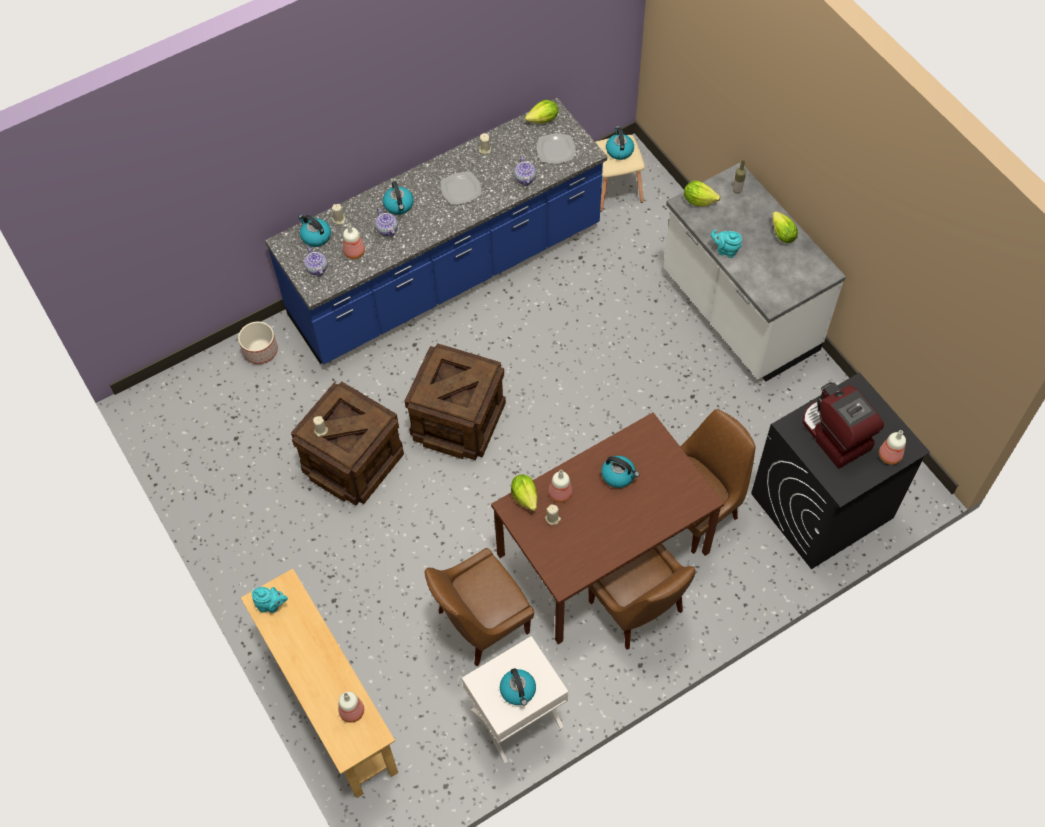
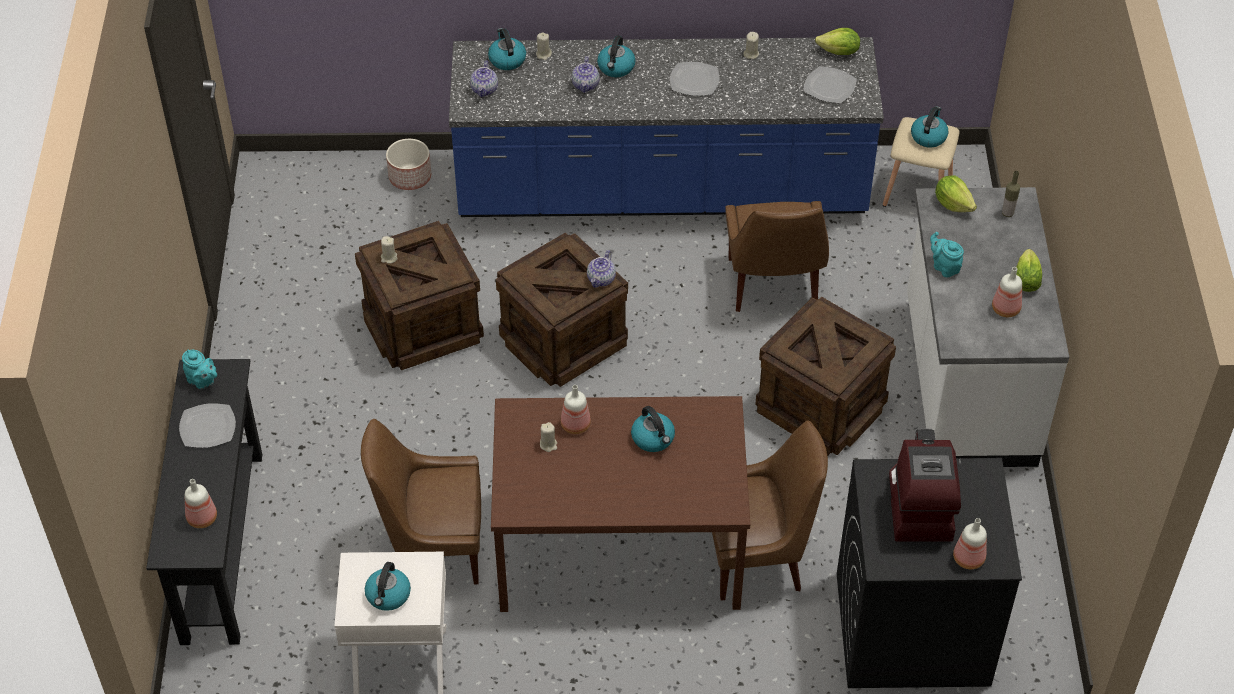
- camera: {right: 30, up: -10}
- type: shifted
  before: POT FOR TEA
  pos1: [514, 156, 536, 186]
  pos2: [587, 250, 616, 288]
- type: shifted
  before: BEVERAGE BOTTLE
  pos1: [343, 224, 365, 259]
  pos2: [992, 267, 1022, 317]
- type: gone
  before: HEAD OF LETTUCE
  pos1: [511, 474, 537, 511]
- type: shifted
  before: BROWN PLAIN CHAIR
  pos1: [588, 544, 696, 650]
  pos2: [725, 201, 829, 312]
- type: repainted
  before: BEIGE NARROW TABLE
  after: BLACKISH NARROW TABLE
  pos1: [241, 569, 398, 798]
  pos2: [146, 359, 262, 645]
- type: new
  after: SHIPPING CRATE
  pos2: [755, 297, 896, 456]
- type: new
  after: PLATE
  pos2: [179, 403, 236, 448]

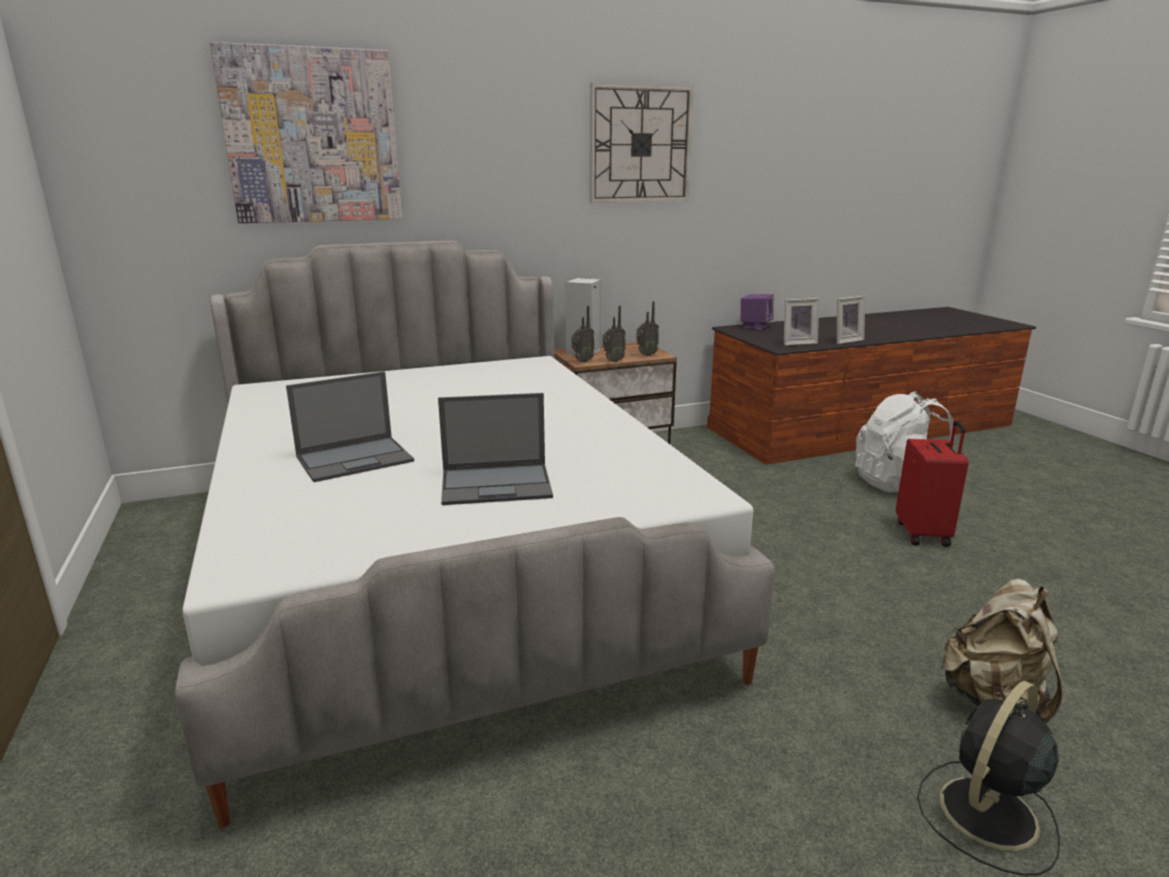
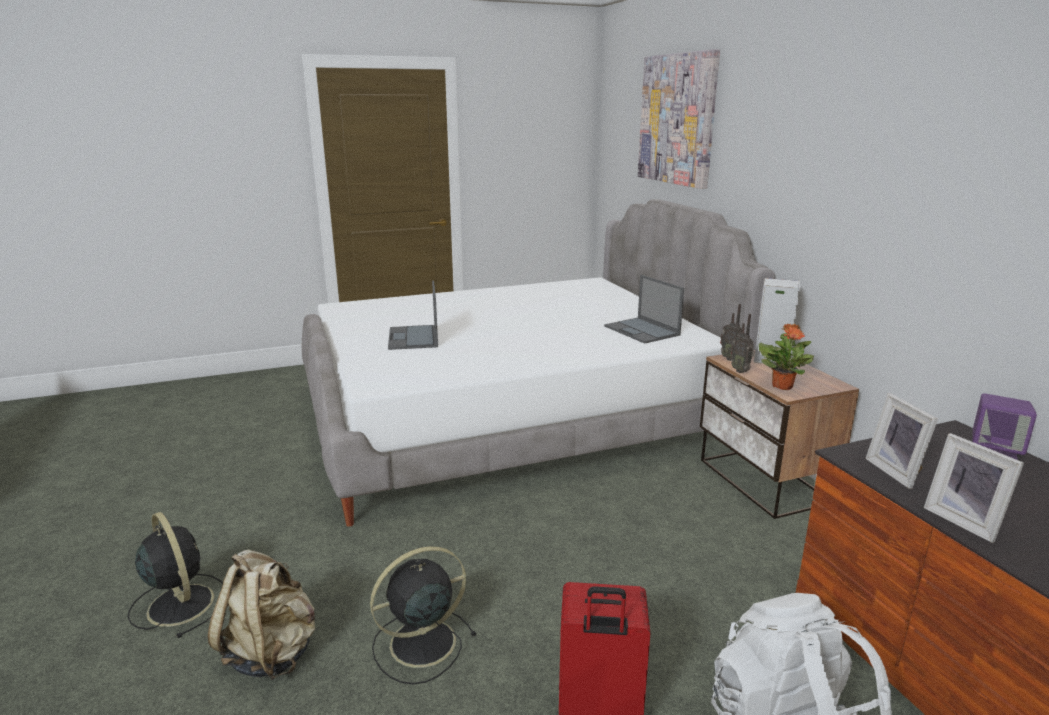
- camera: {right: 90, up: 0}
- type: gone
  before: WALL CLOCK
  pos1: [590, 83, 694, 203]
- type: swapped
  before: RADIO RECEIVER
  after: PLANT IN A POT
  pos1: [636, 301, 659, 356]
  pos2: [759, 324, 814, 390]
- type: shifted
  before: PORTABLE COMPUTER
  pos1: [286, 371, 414, 482]
  pos2: [604, 275, 684, 344]
- type: new
  after: BLACKISH FAN
  pos2: [370, 546, 477, 685]

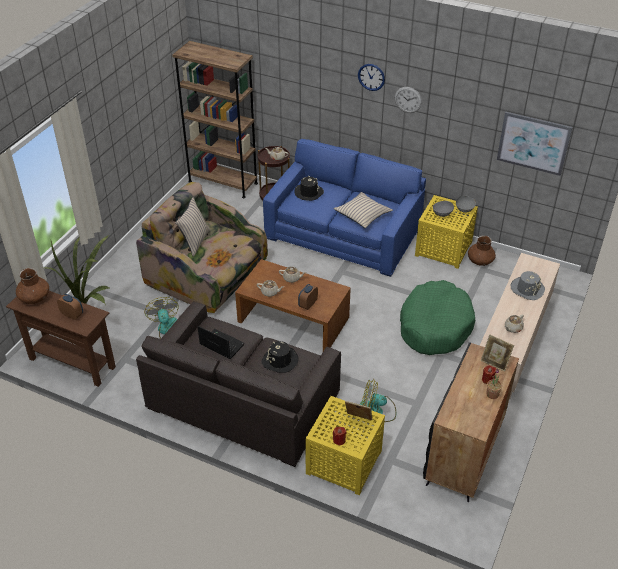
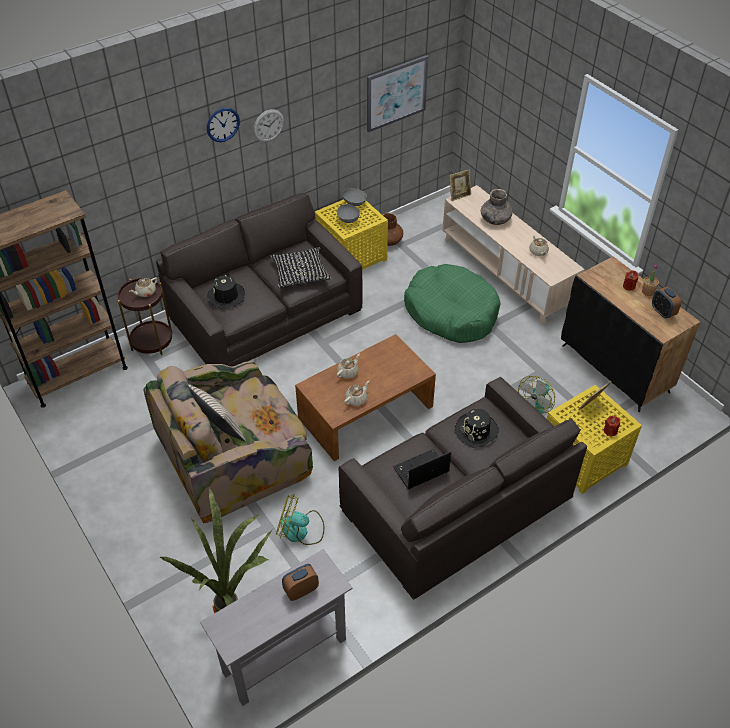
- camera: {right: -60, up: 5}
- type: repainted
  before: BLUE SETTEE
  after: GREYISH SETTEE
  pos1: [263, 139, 426, 277]
  pos2: [156, 193, 363, 367]
- type: repainted
  before: BEIGE THROW PILLOW
  after: BLACKISH THROW PILLOW
  pos1: [334, 192, 393, 228]
  pos2: [270, 247, 331, 288]
- type: gone
  before: BROWN VASE
  pos1: [16, 268, 49, 304]
- type: swapped
  before: GREYISH CLOTHING HAT
  after: GREYISH VASE
  pos1: [511, 271, 545, 300]
  pos2: [481, 189, 513, 225]
- type: shifted
  before: BEDSIDE CLOCK
  pos1: [298, 284, 318, 310]
  pos2: [652, 287, 681, 319]
- type: repainted
  before: BROWN NARROW TABLE
  after: GREYISH NARROW TABLE
  pos1: [6, 291, 116, 387]
  pos2: [200, 549, 352, 706]
- type: shifted
  before: PICTURE FRAME
  pos1: [481, 334, 514, 372]
  pos2: [449, 170, 471, 201]

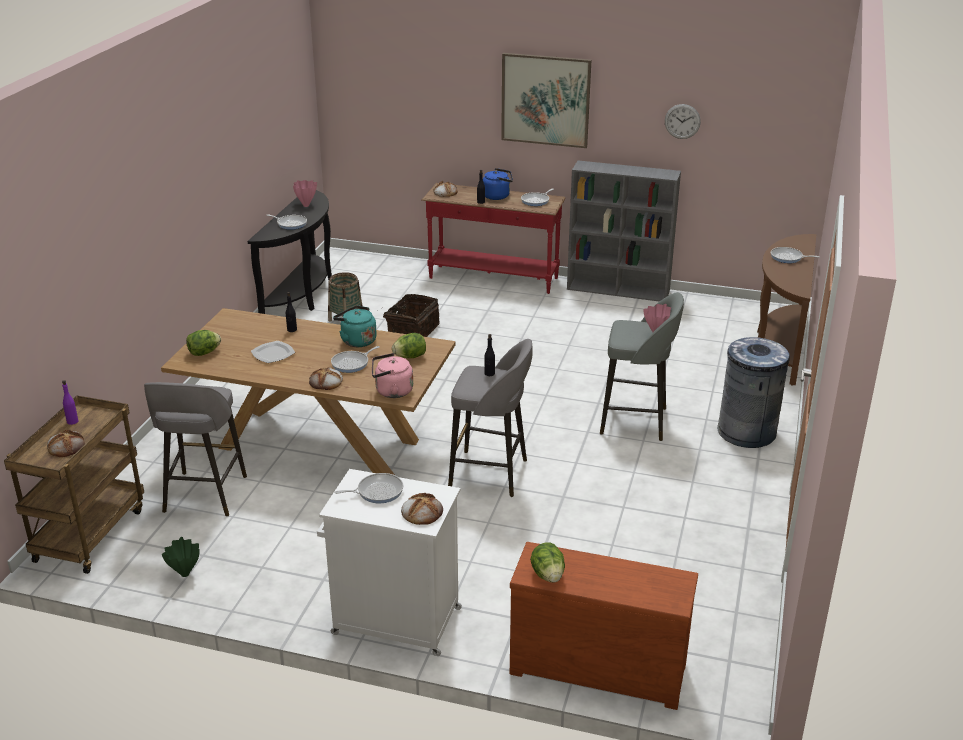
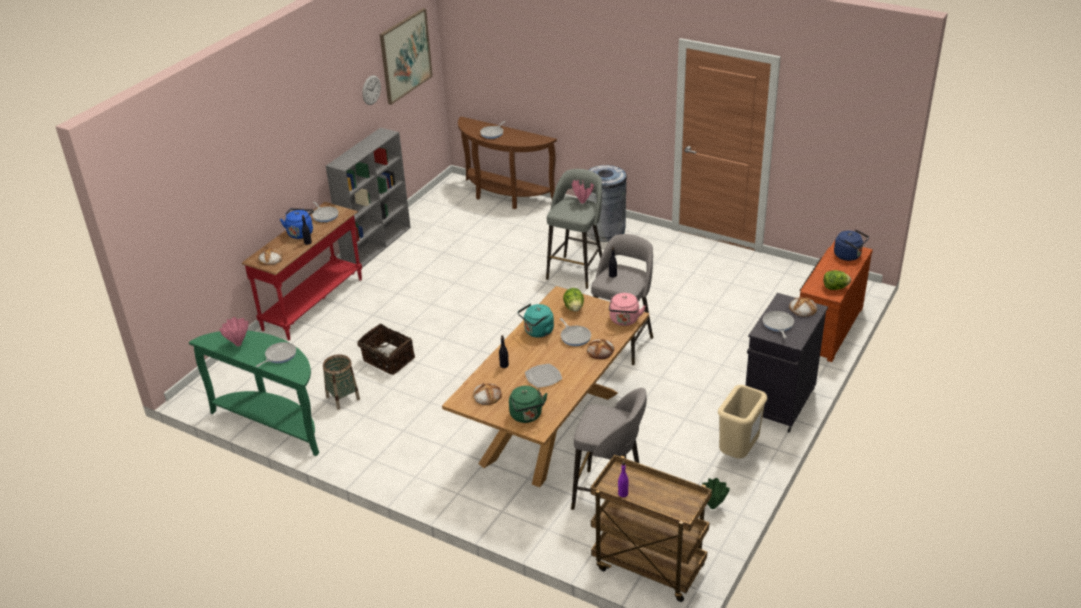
- camera: {right: -75, up: 5}
- type: shifted
  before: WALL ART
  pos1: [501, 53, 591, 148]
  pos2: [380, 8, 433, 105]
- type: repainted
  before: BLACKISH NARROW TABLE
  after: GREENISH NARROW TABLE
  pos1: [248, 190, 332, 314]
  pos2: [189, 331, 319, 456]
- type: swapped
  before: HEAD OF LETTUCE
  after: GREENISH KETTLE
  pos1: [186, 330, 221, 356]
  pos2: [509, 386, 547, 423]
- type: shifted
  before: BREAD
  pos1: [47, 430, 85, 457]
  pos2: [473, 383, 502, 405]
- type: repainted
  before: WHITE-COLOURED STORAGE CABINET
  after: BLACKISH STORAGE CABINET
  pos1: [317, 469, 462, 656]
  pos2: [745, 293, 828, 433]
- type: new
  after: BLUE KETTLE
  pos2: [834, 230, 869, 261]
- type: new
  after: BEIGE WASTE BIN
  pos2: [718, 385, 768, 459]

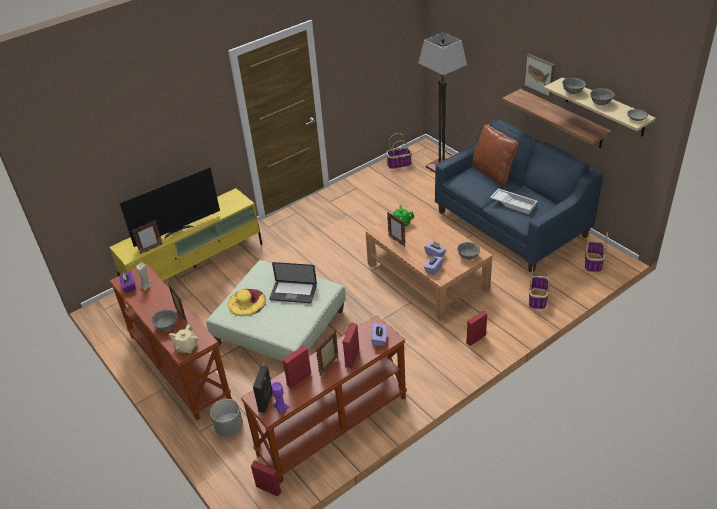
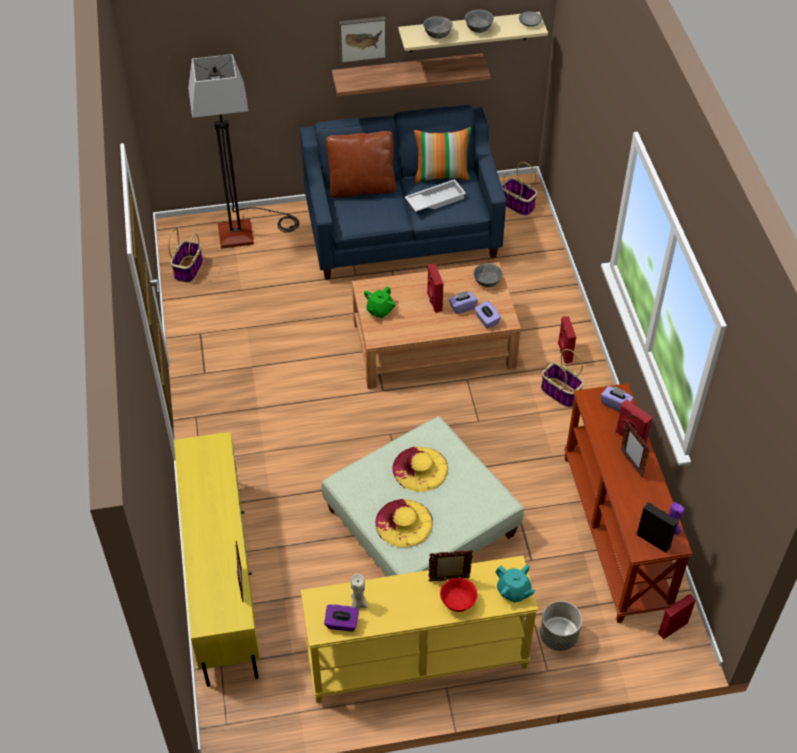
- camera: {right: -65, up: 10}
- type: gone
  before: TV
  pos1: [119, 166, 220, 247]
- type: gone
  before: PICTURE FRAME
  pos1: [387, 212, 405, 247]
- type: swapped
  before: PORTABLE COMPUTER
  after: YELLOW-COLOURED CLOTHING HAT
  pos1: [269, 262, 317, 303]
  pos2: [392, 446, 448, 492]
- type: repainted
  before: BROWN NARROW TABLE
  after: YELLOW-COLOURED NARROW TABLE
  pos1: [110, 263, 232, 420]
  pos2: [301, 556, 539, 703]
- type: shifted
  before: HOUSEHOLD BASKET
  pos1: [529, 266, 552, 309]
  pos2: [541, 349, 584, 408]
- type: repainted
  before: GREYISH BOWL
  after: REDDISH BOWL
  pos1: [151, 310, 177, 331]
  pos2: [440, 578, 478, 612]
- type: repainted
  before: BEIGE POT FOR TEA
  after: TURQUOISE-COLOURED POT FOR TEA
  pos1: [169, 325, 199, 353]
  pos2: [495, 565, 536, 603]
- type: shifted
  before: REDDISH SPEAKER
  pos1: [282, 345, 311, 388]
  pos2: [427, 264, 444, 313]
- type: new
  after: THROW PILLOW
  pos2: [414, 127, 471, 183]

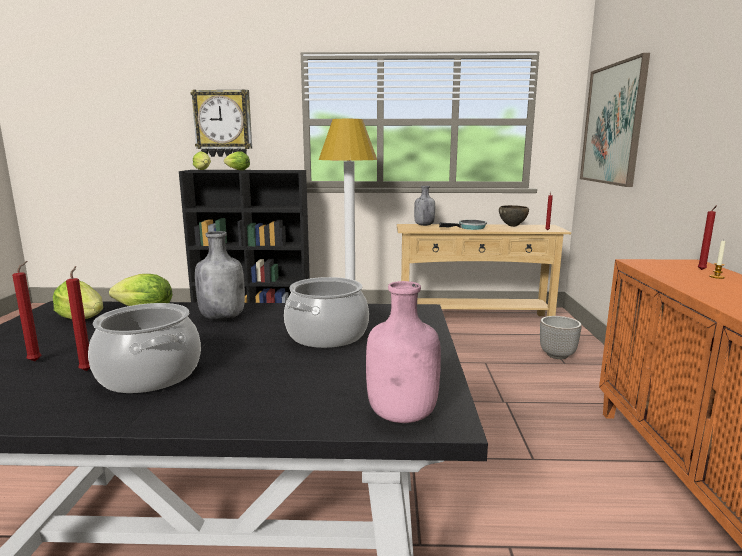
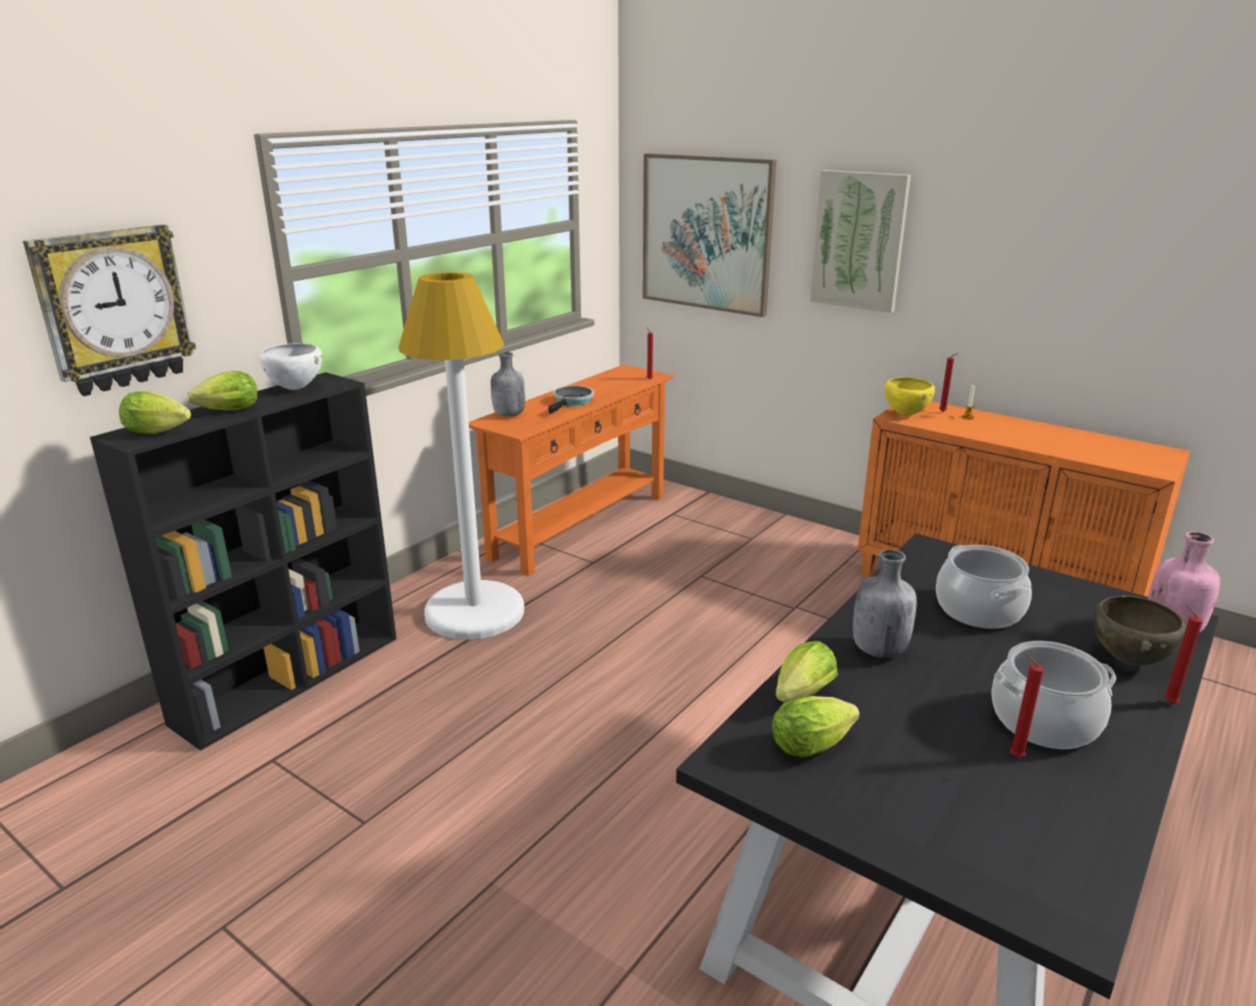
- camera: {right: -55, up: 10}
- type: shifted
  before: BROWN BOWL
  pos1: [499, 205, 529, 227]
  pos2: [1094, 596, 1186, 665]
- type: repainted
  before: BEIGE NARROW TABLE
  after: ORANGE NARROW TABLE
  pos1: [397, 224, 571, 316]
  pos2: [469, 365, 674, 576]
- type: shifted
  before: REDDISH CANDLE
  pos1: [12, 261, 41, 362]
  pos2: [1164, 604, 1203, 704]
- type: gone
  before: PLANTER
  pos1: [540, 316, 582, 359]
- type: new
  after: WALL ART
  pos2: [810, 170, 911, 313]
- type: new
  after: WHITE-COLOURED BOWL
  pos2: [259, 343, 322, 390]
- type: new
  after: YELLOW-COLOURED BOWL
  pos2: [885, 377, 935, 416]

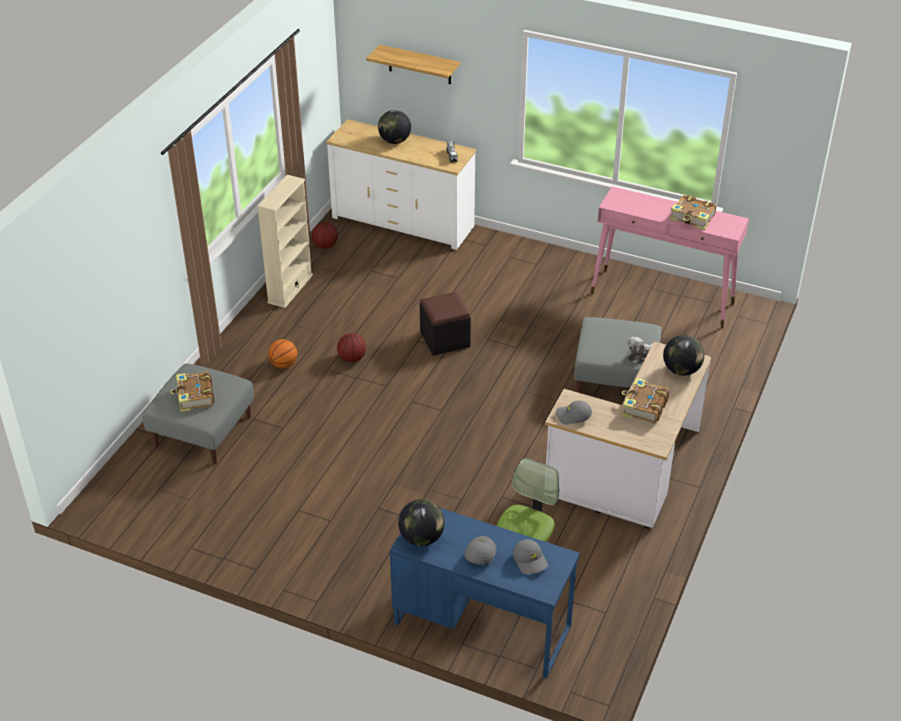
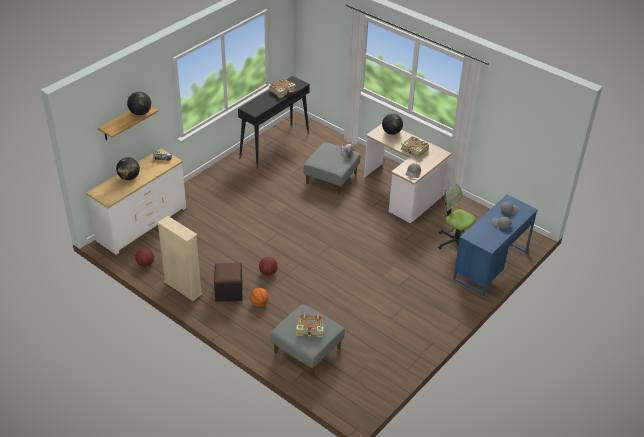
- camera: {right: -75, up: 0}
- type: repainted
  before: PINK NARROW TABLE
  after: BLACKISH NARROW TABLE
  pos1: [591, 186, 749, 329]
  pos2: [238, 76, 310, 169]
- type: shifted
  before: BLACKISH POUFFE
  pos1: [420, 292, 471, 356]
  pos2: [214, 263, 242, 301]
- type: shifted
  before: WORLD GLOBE
  pos1: [398, 499, 445, 546]
  pos2: [127, 92, 151, 115]

